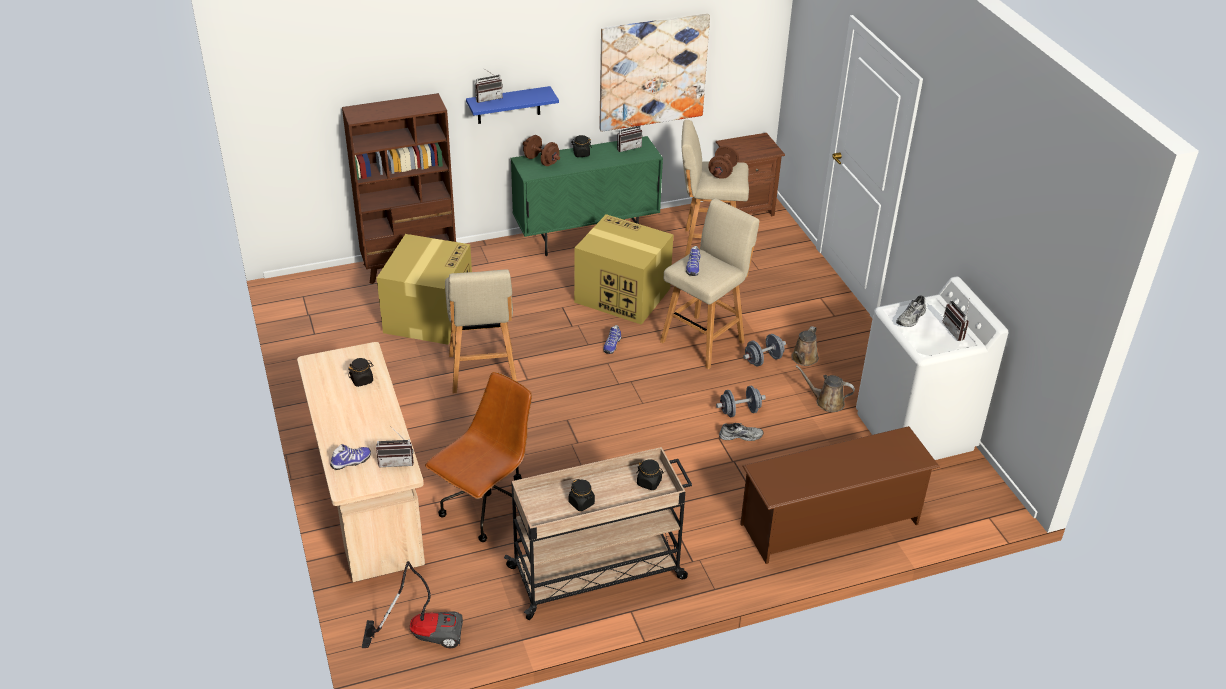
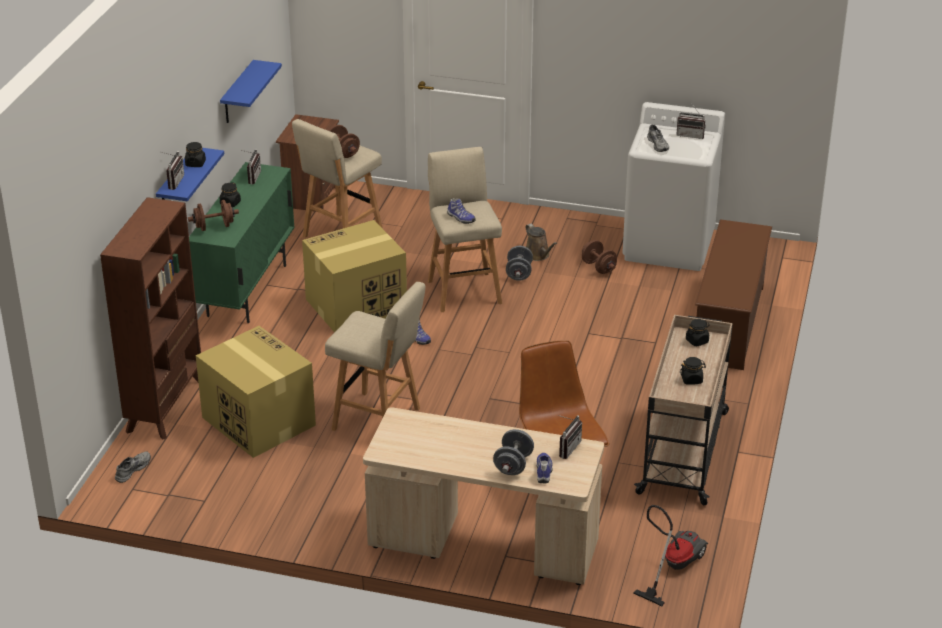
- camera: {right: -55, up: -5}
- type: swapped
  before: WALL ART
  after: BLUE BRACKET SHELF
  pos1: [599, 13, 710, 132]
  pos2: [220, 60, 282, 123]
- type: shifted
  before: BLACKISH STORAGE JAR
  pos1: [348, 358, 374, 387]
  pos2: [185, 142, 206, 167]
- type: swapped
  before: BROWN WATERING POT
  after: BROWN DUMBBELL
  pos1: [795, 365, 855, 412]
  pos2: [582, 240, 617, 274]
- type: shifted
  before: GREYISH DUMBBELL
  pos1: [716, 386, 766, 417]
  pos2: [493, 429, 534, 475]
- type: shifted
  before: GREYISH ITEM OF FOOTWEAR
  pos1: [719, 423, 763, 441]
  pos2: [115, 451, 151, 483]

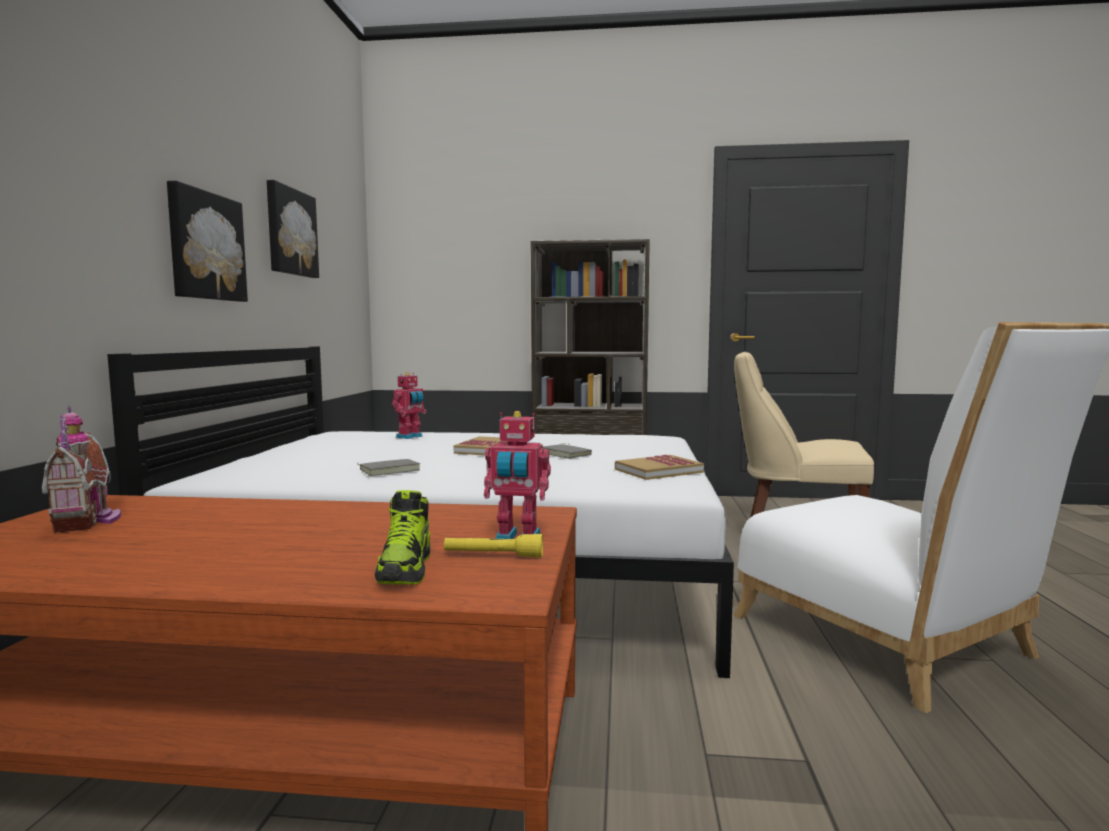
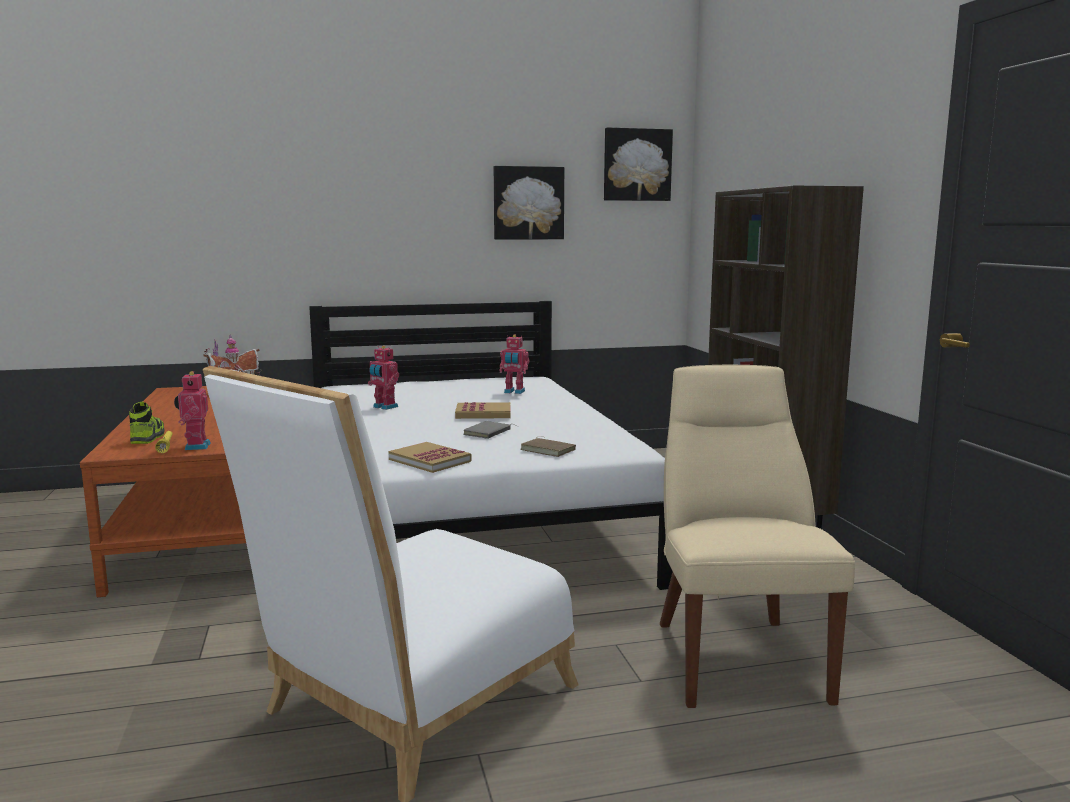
- camera: {right: 70, up: 5}
- type: shifted
  before: WALL ART
  pos1: [167, 181, 248, 302]
  pos2: [604, 127, 673, 201]
- type: swapped
  before: GREYISH BOUND BOOK
  after: ROBOT FIGURE
  pos1: [357, 459, 420, 476]
  pos2: [368, 346, 399, 410]
- type: rotated
  before: ITEM OF FOOTWEAR
  pos1: [375, 490, 430, 585]
  pos2: [129, 402, 165, 444]
  turn: 105
- type: new
  after: BROWN BOUND BOOK
  pos2: [520, 436, 576, 457]

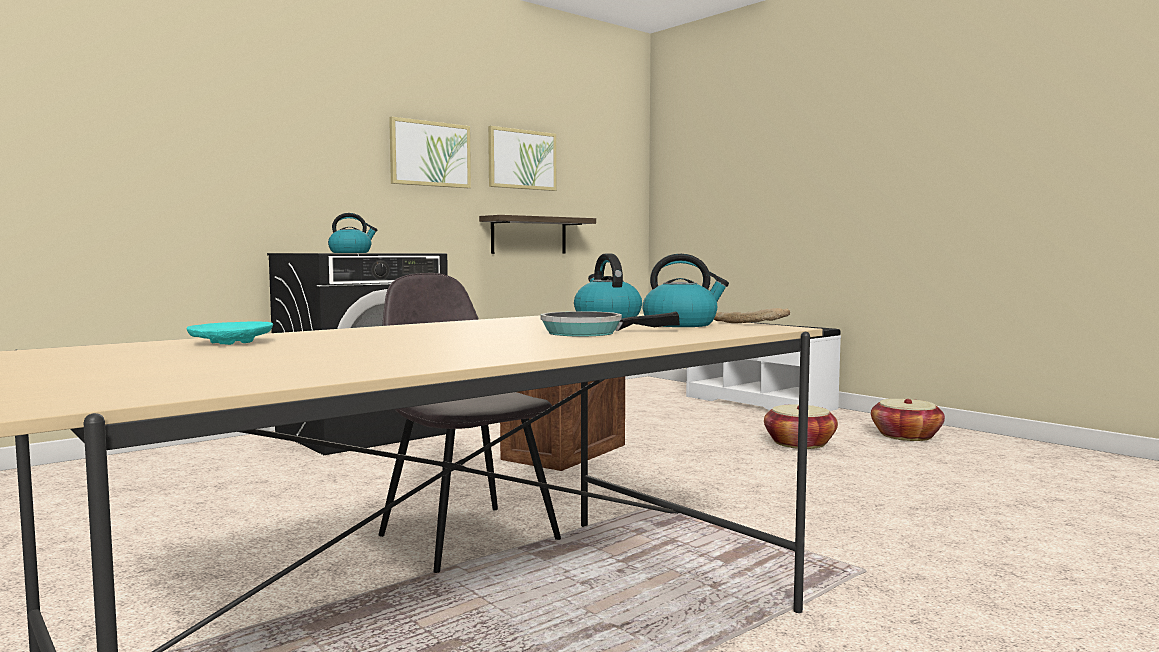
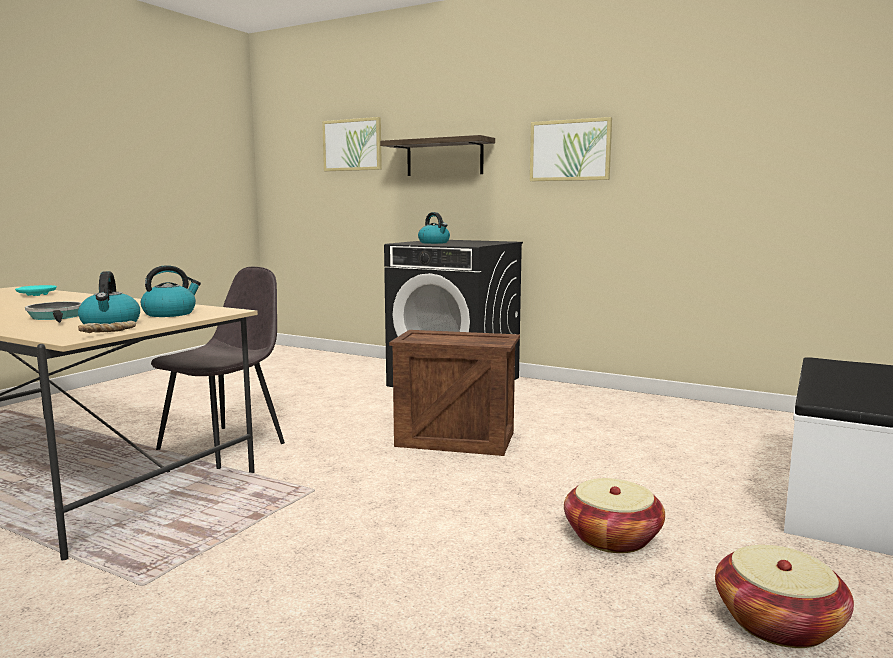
- camera: {right: 70, up: 5}
- type: shifted
  before: WALL ART
  pos1: [488, 126, 556, 191]
  pos2: [322, 117, 382, 171]
- type: shifted
  before: BRACKET SHELF
  pos1: [479, 215, 596, 254]
  pos2: [380, 135, 495, 176]

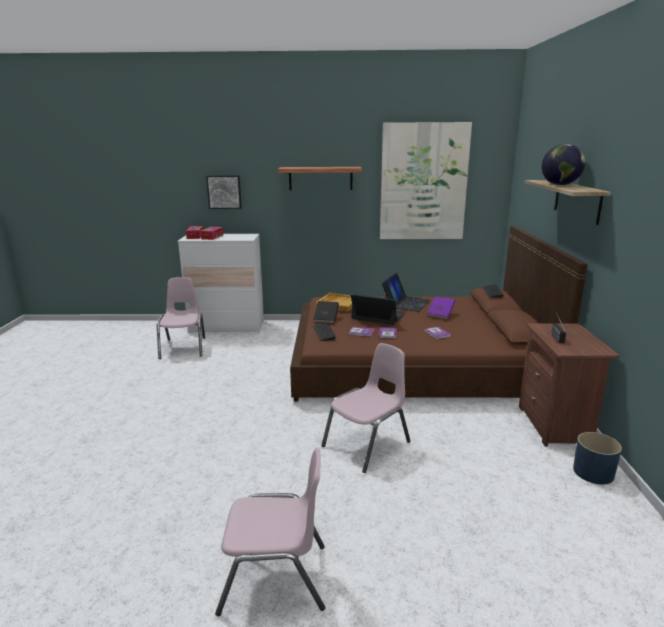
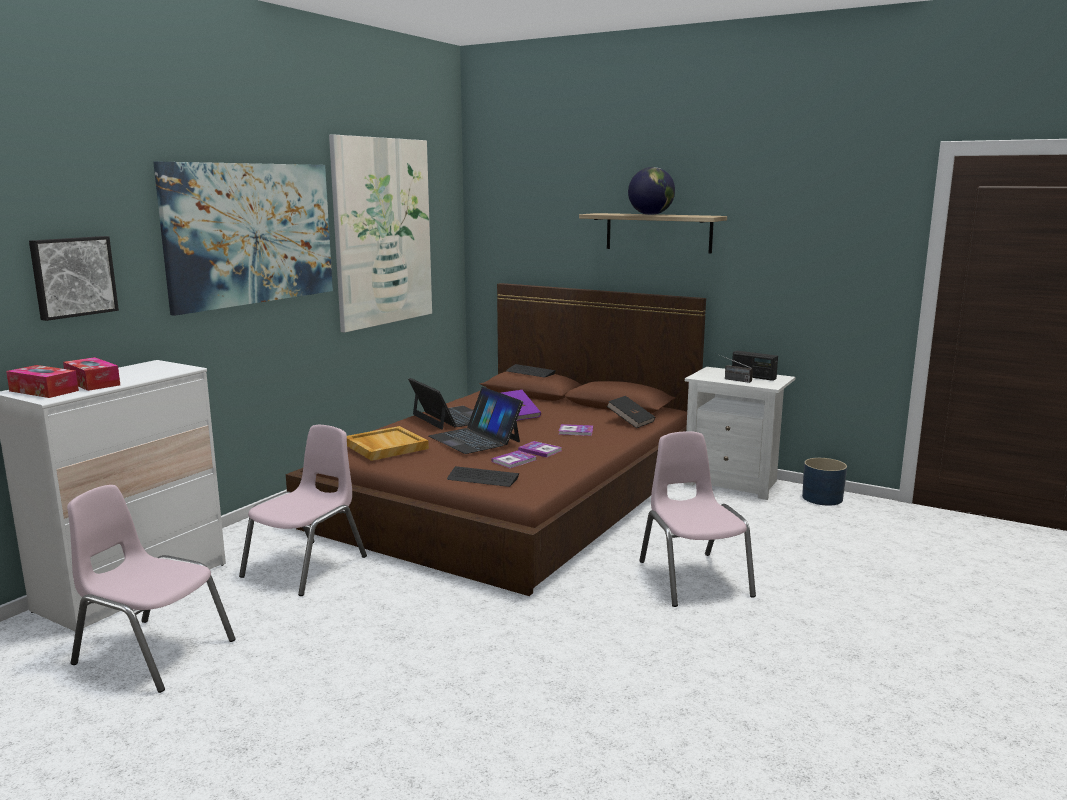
- camera: {right: -60, up: -5}
- type: swapped
  before: BRACKET SHELF
  after: WALL ART
  pos1: [278, 167, 362, 190]
  pos2: [153, 162, 333, 316]
- type: rotated
  before: PORTABLE COMPUTER
  pos1: [351, 294, 406, 325]
  pos2: [429, 387, 523, 454]
  turn: -90
- type: shifted
  before: BLACKISH BOUND BOOK
  pos1: [314, 301, 339, 324]
  pos2: [606, 396, 655, 428]
- type: repainted
  before: BROWN NIGHTSTAND
  after: WHITE-COLOURED NIGHTSTAND
  pos1: [519, 323, 620, 447]
  pos2: [684, 367, 795, 500]
- type: shifted
  before: PINK PLAIN CHAIR
  pos1: [215, 448, 325, 616]
  pos2: [239, 425, 367, 596]
- type: new
  after: RADIO RECEIVER
  pos2: [732, 351, 778, 381]

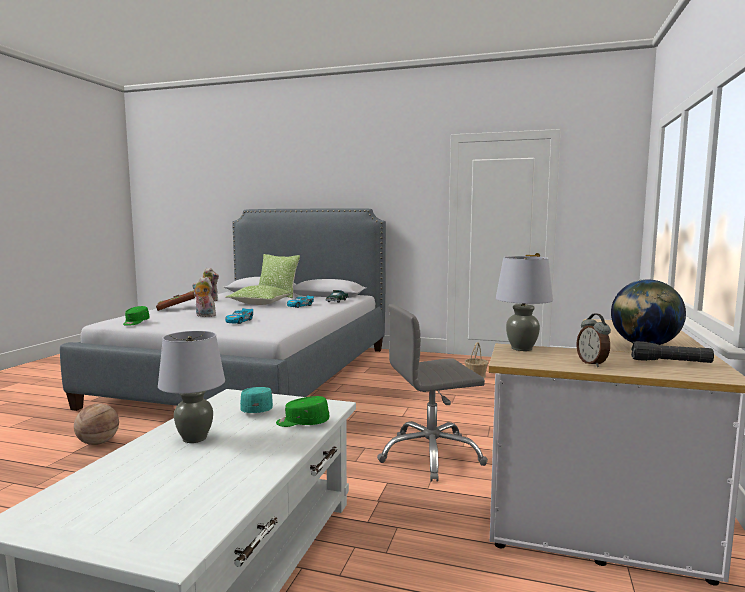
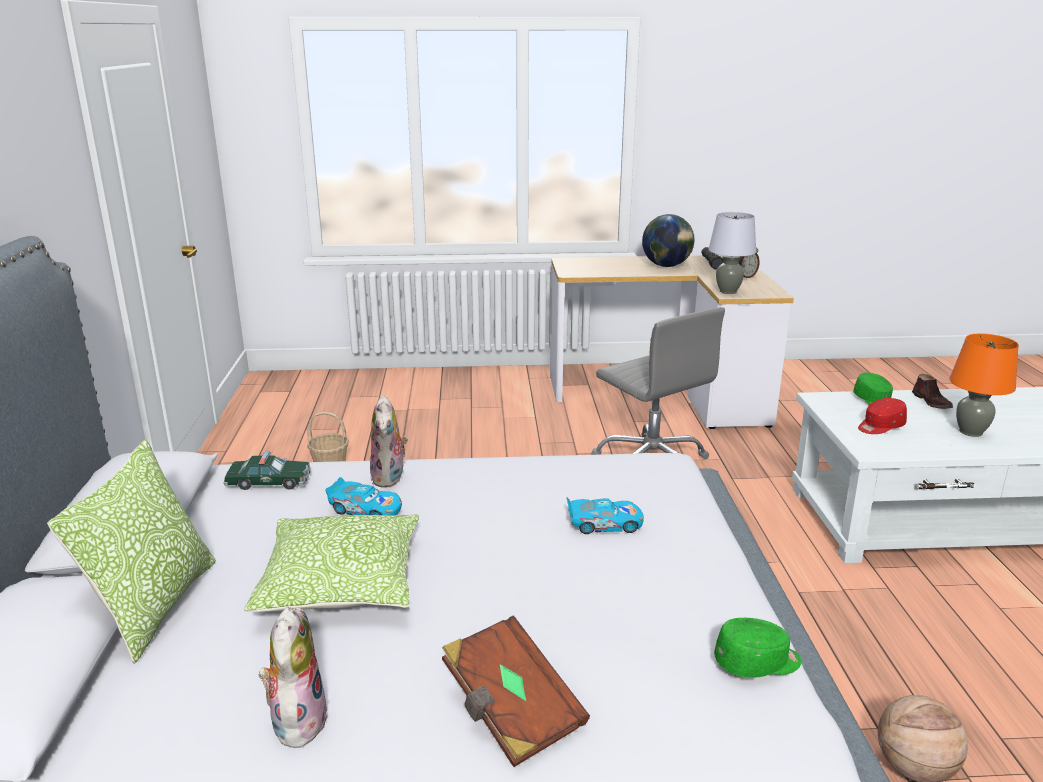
- camera: {right: -110, up: 15}
- type: shifted
  before: SOFT TOY
  pos1: [192, 277, 216, 317]
  pos2: [370, 396, 408, 488]
- type: repainted
  before: GREYISH TABLE LAMP
  after: ORANGE TABLE LAMP
  pos1: [158, 331, 225, 443]
  pos2: [950, 333, 1019, 437]
- type: repainted
  before: TURQUOISE-COLOURED BASEBALL CAP
  after: REDDISH BASEBALL CAP
  pos1: [240, 387, 273, 413]
  pos2: [858, 398, 907, 434]
- type: new
  after: BROWN ITEM OF FOOTWEAR
  pos2: [912, 374, 953, 409]

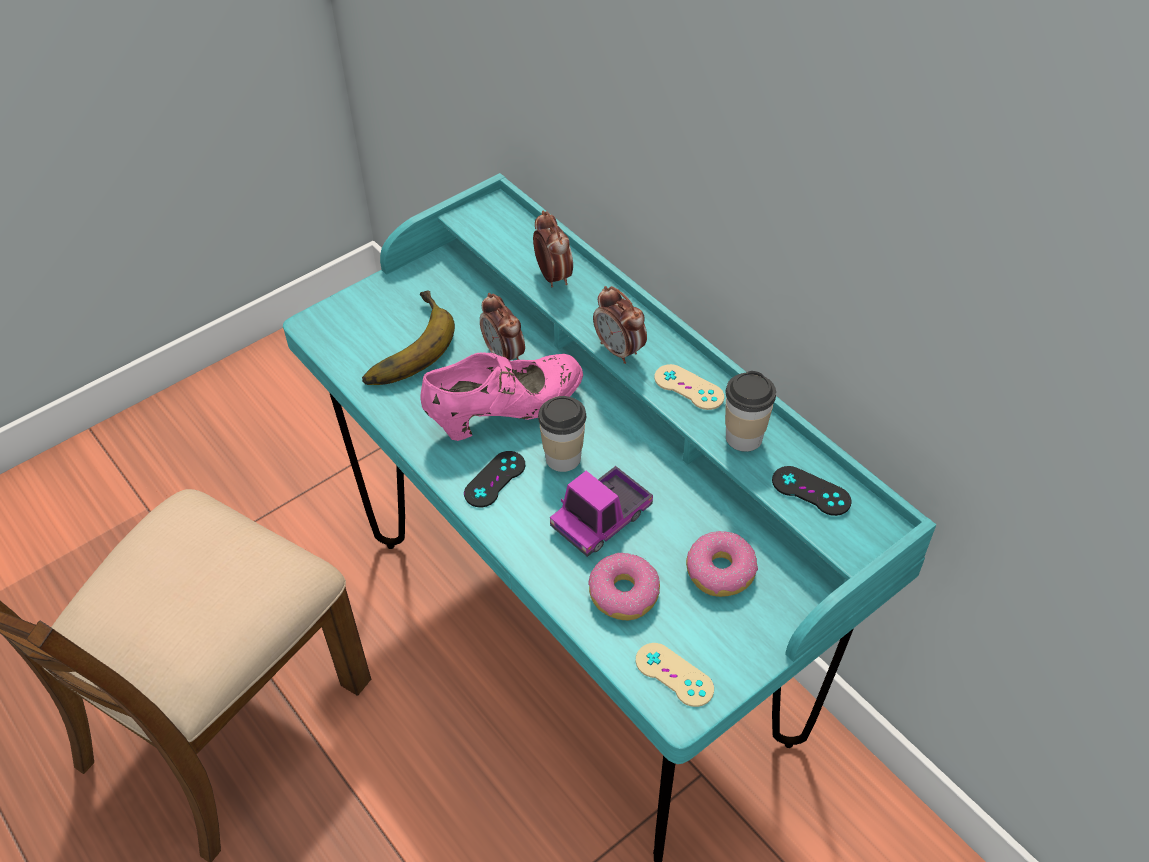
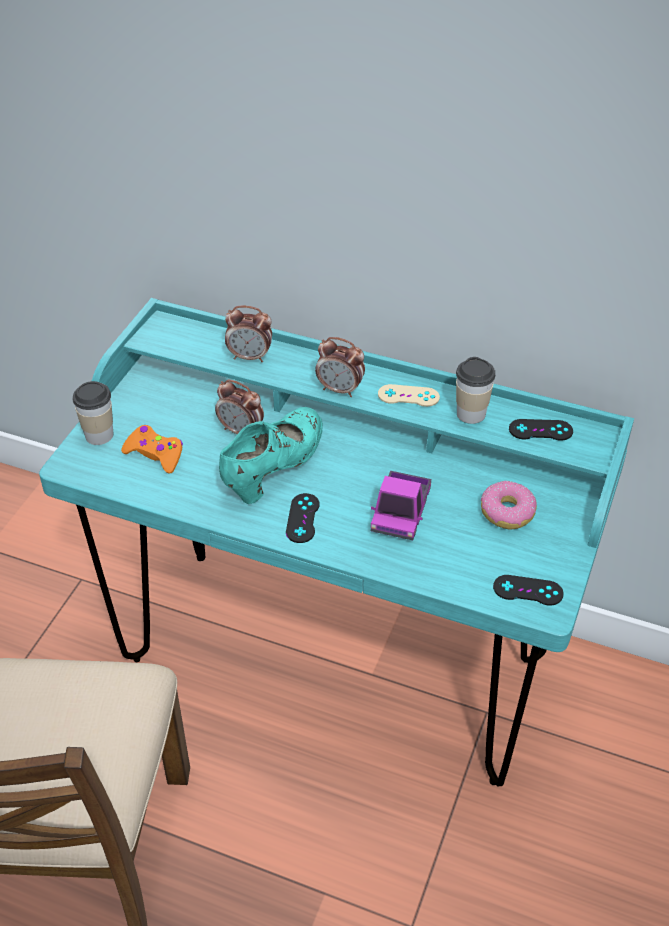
- camera: {right: -30, up: -5}
- type: rotated
  before: BEDSIDE CLOCK
  pos1: [533, 211, 573, 287]
  pos2: [225, 305, 272, 362]
  turn: 150
- type: swapped
  before: WHOLE BANANA
  after: ORANGE GAMEPAD
  pos1: [362, 291, 455, 385]
  pos2: [121, 425, 183, 474]
- type: repainted
  before: PINK ITEM OF FOOTWEAR
  after: TURQUOISE-COLOURED ITEM OF FOOTWEAR
  pos1: [420, 352, 583, 441]
  pos2: [219, 407, 323, 504]
- type: shifted
  before: DRINKING CUP
  pos1: [538, 396, 586, 472]
  pos2: [73, 381, 113, 445]
- type: gone
  before: RING DOUGHNUT
  pos1: [588, 553, 660, 620]
- type: repainted
  before: BEIGE GAMEPAD
  after: BLACKISH GAMEPAD
  pos1: [636, 643, 714, 707]
  pos2: [493, 575, 564, 606]

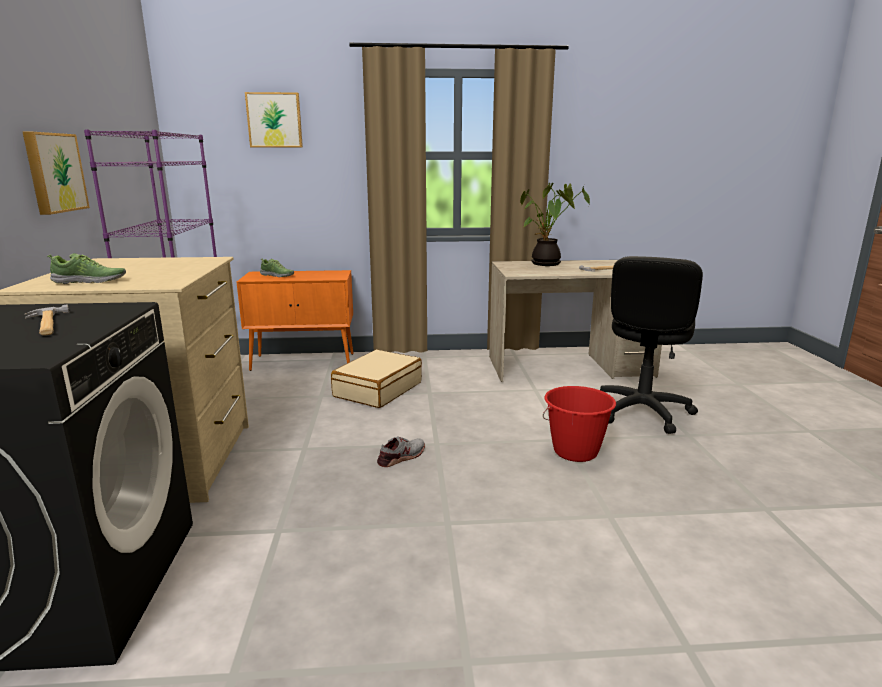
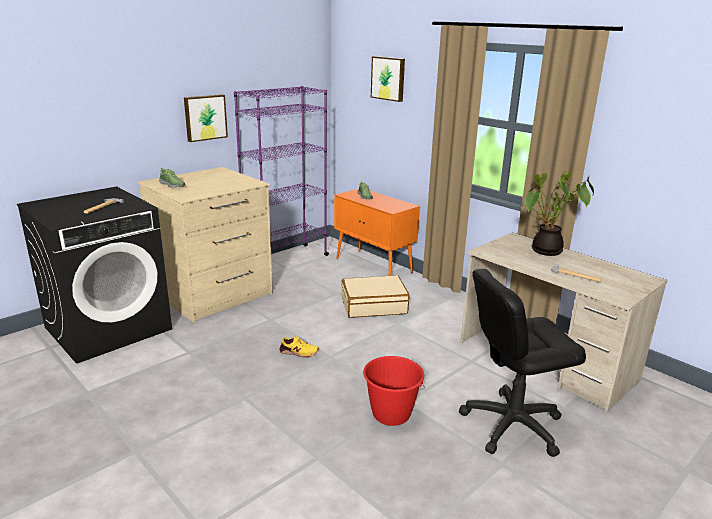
- camera: {right: 50, up: 5}
- type: repainted
  before: GREYISH ITEM OF FOOTWEAR
  after: YELLOW-COLOURED ITEM OF FOOTWEAR
  pos1: [377, 436, 425, 467]
  pos2: [279, 337, 319, 358]

